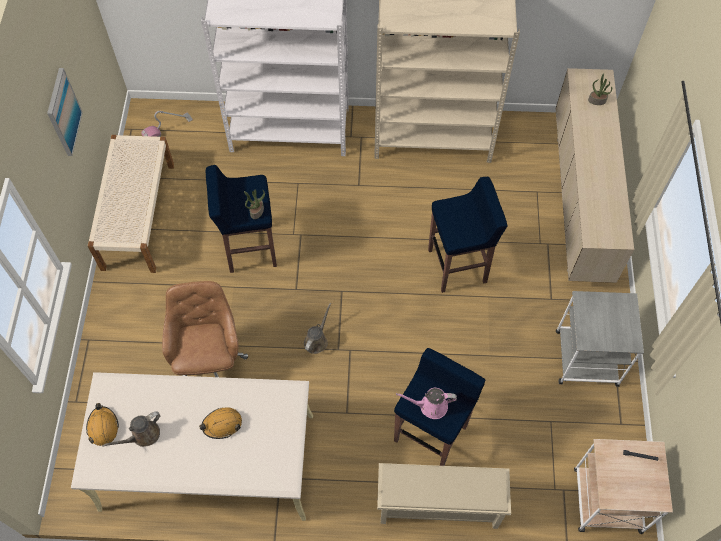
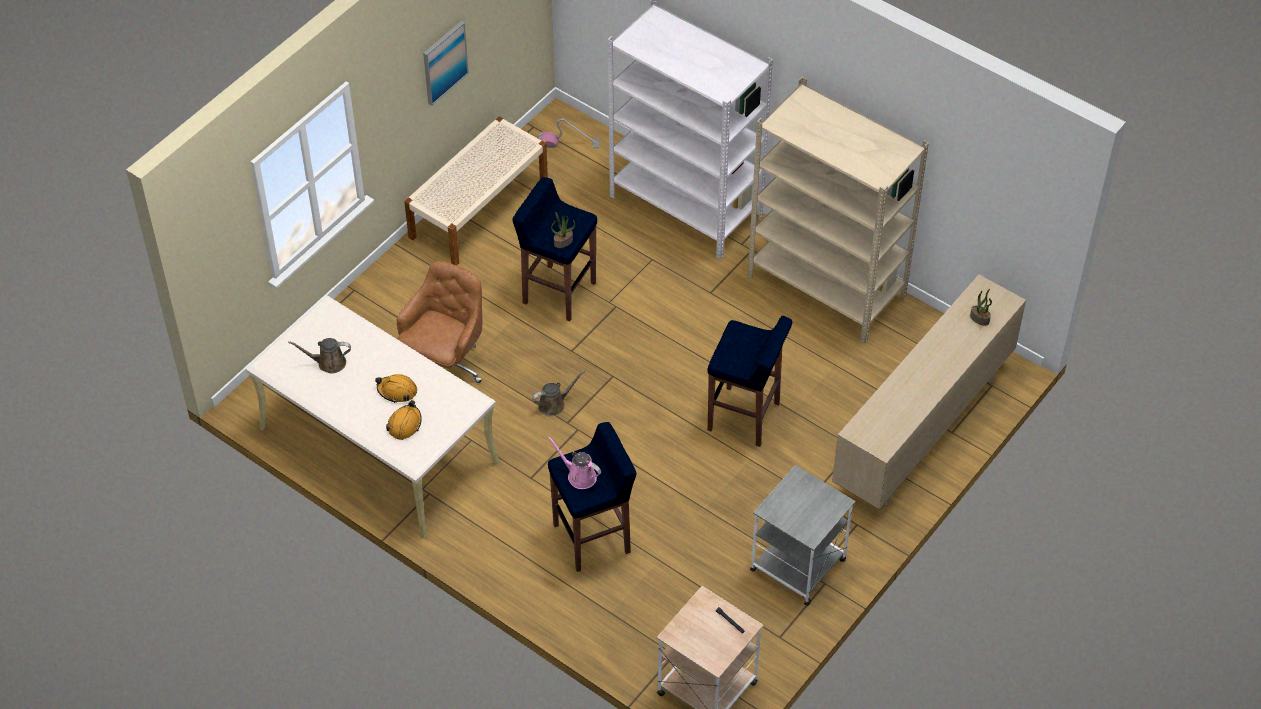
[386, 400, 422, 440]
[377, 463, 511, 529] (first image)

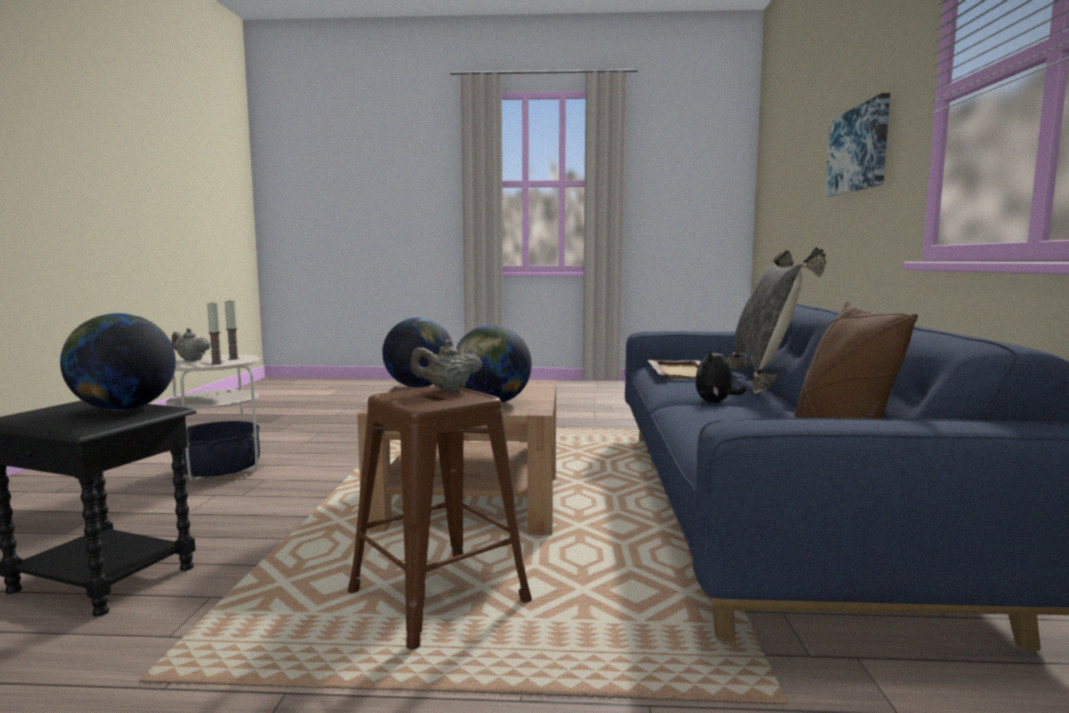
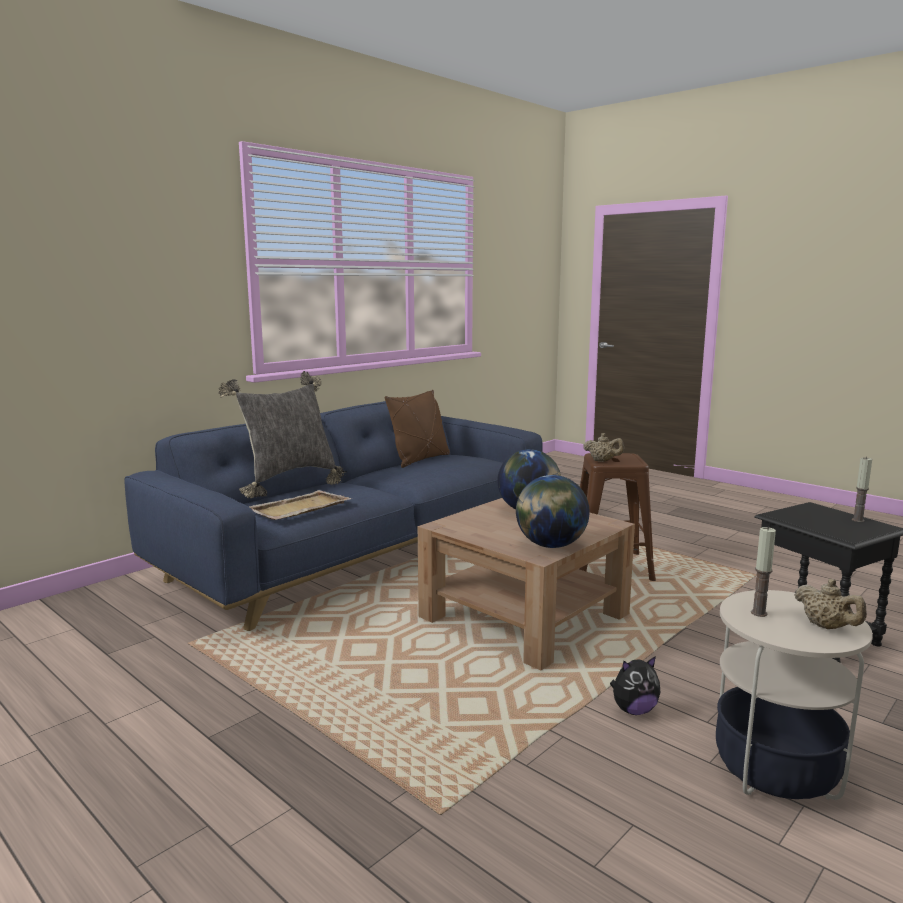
[825, 93, 890, 197] (first image)
[852, 457, 872, 522]
[60, 313, 176, 411] (first image)
[610, 656, 661, 715]

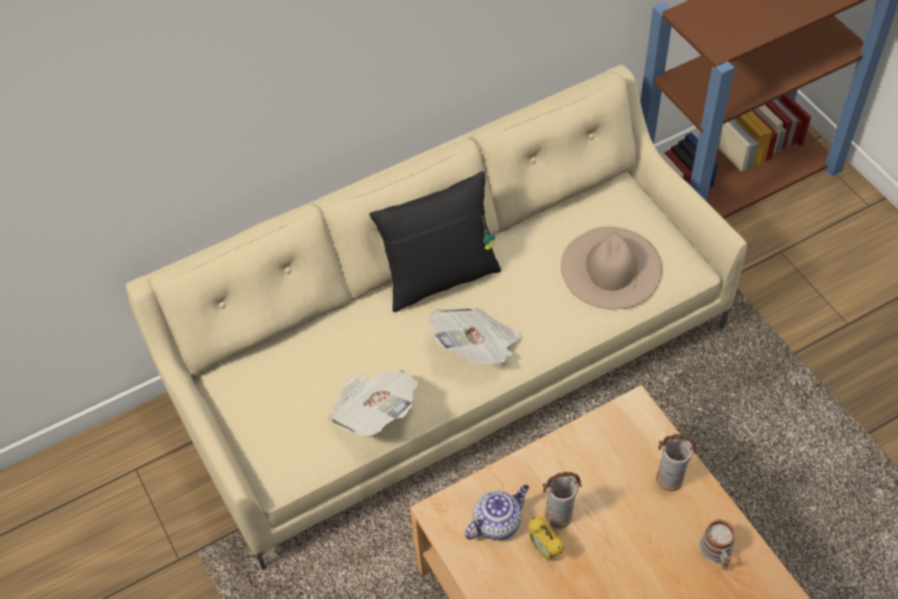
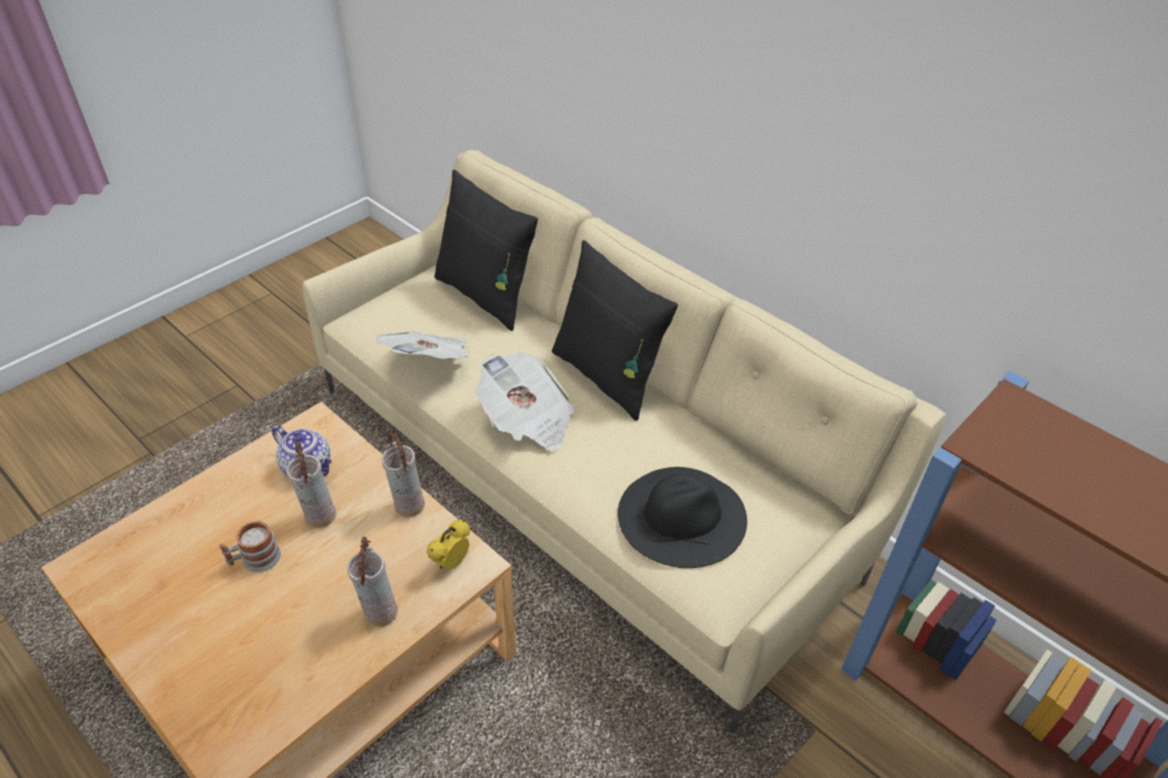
[618, 467, 747, 568]
[427, 520, 470, 571]
[219, 521, 281, 572]
[434, 170, 538, 331]
[381, 432, 425, 517]

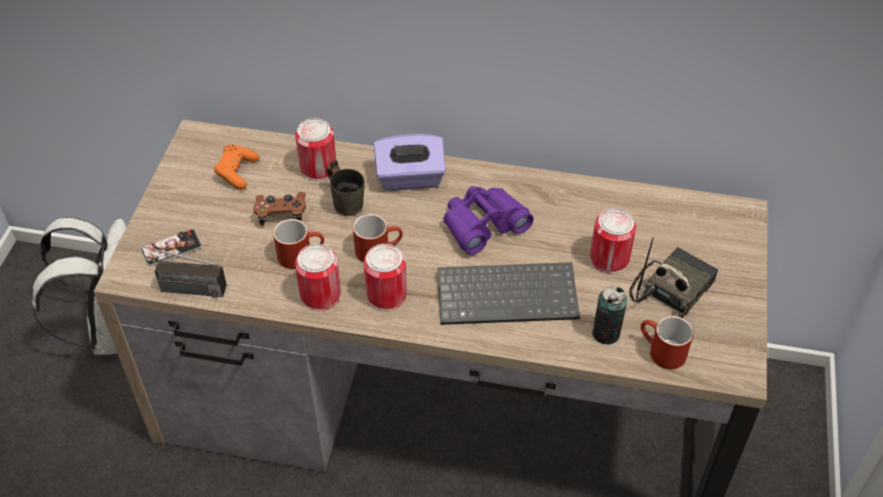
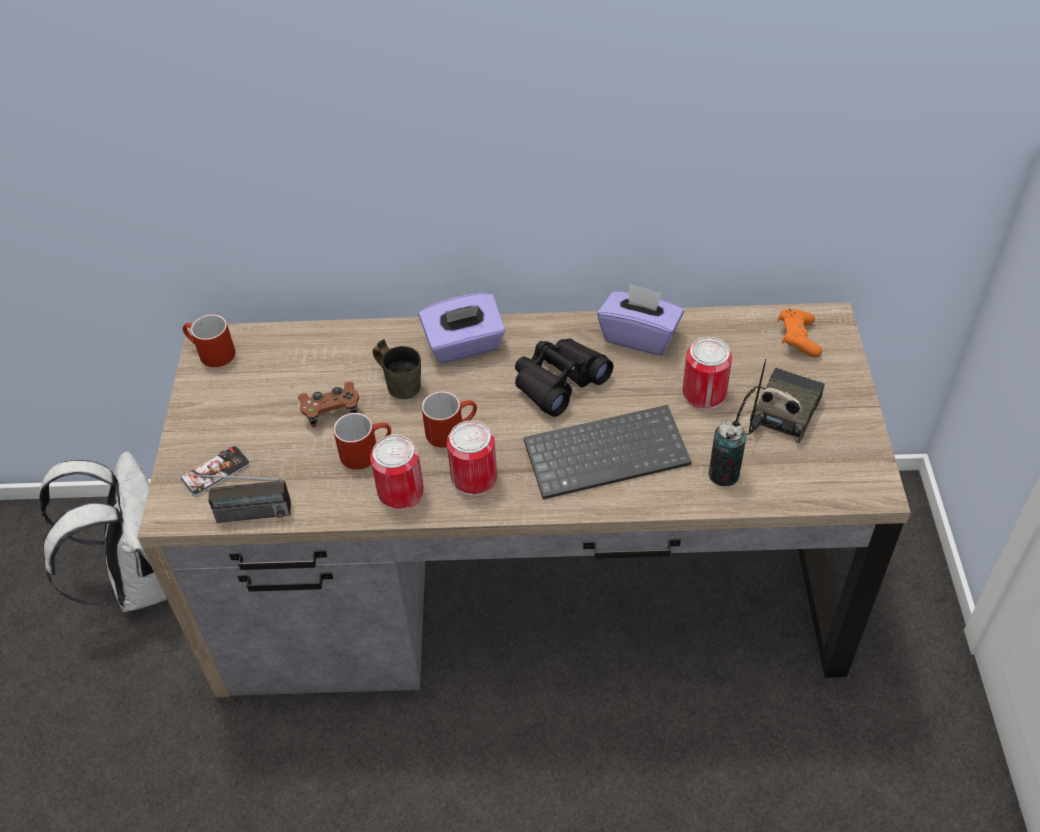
[295, 118, 336, 181] (first image)
[777, 309, 822, 357]
[515, 338, 613, 417]
[183, 314, 235, 367]
[597, 283, 684, 356]

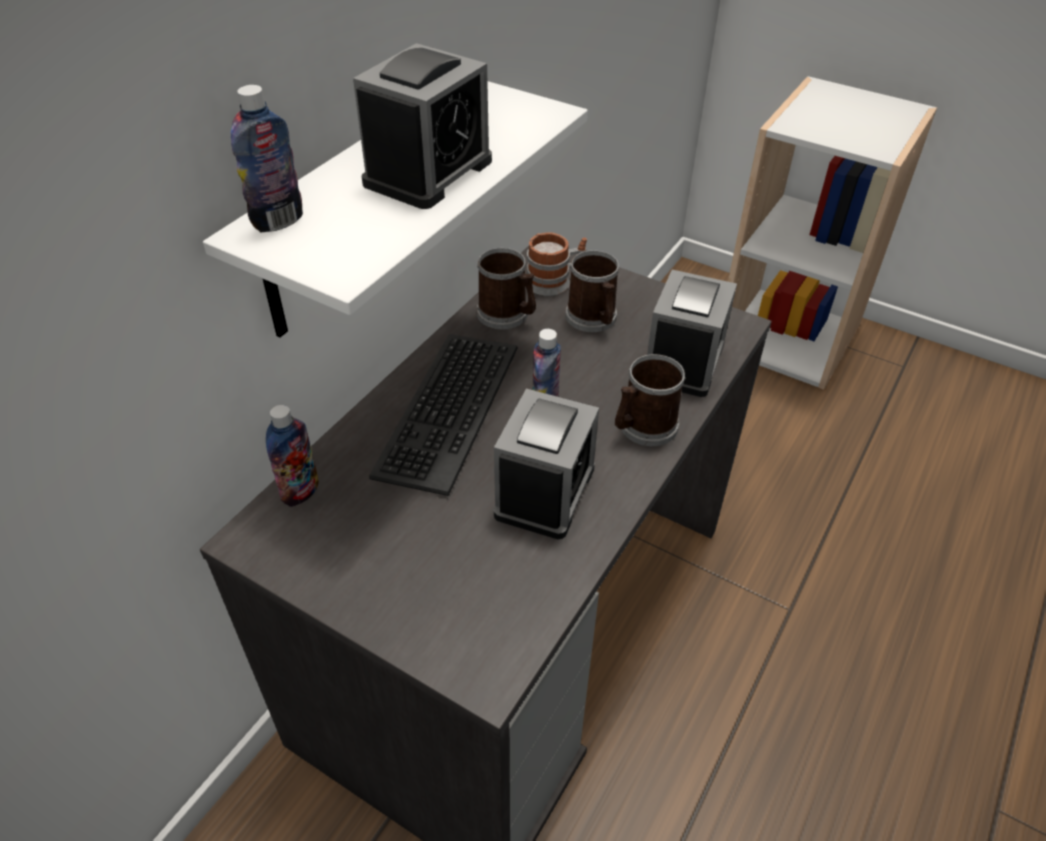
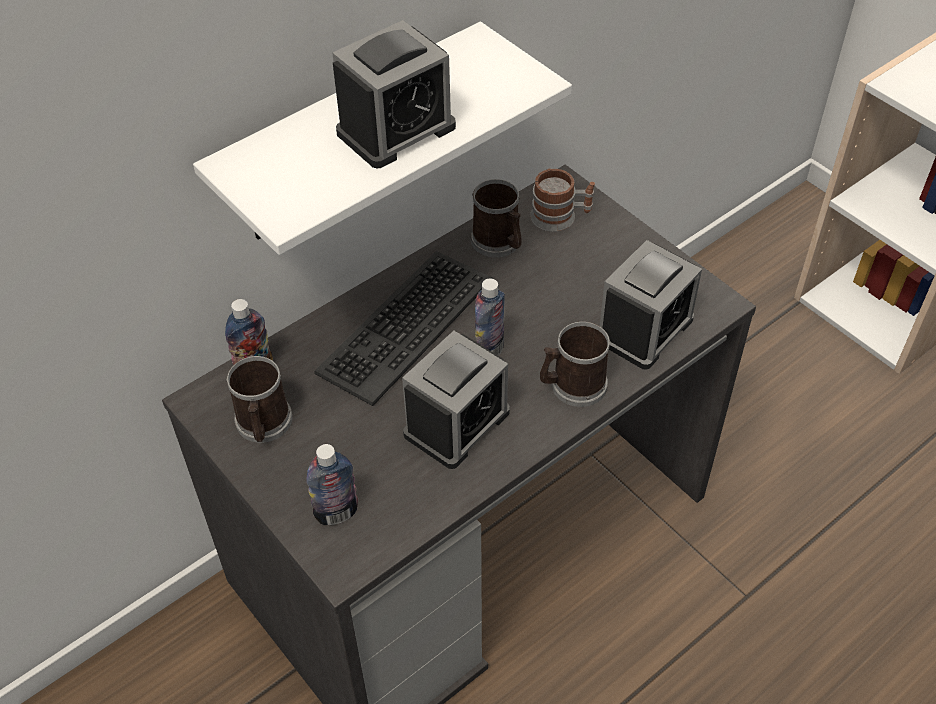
[306, 444, 358, 525]
[226, 356, 292, 443]

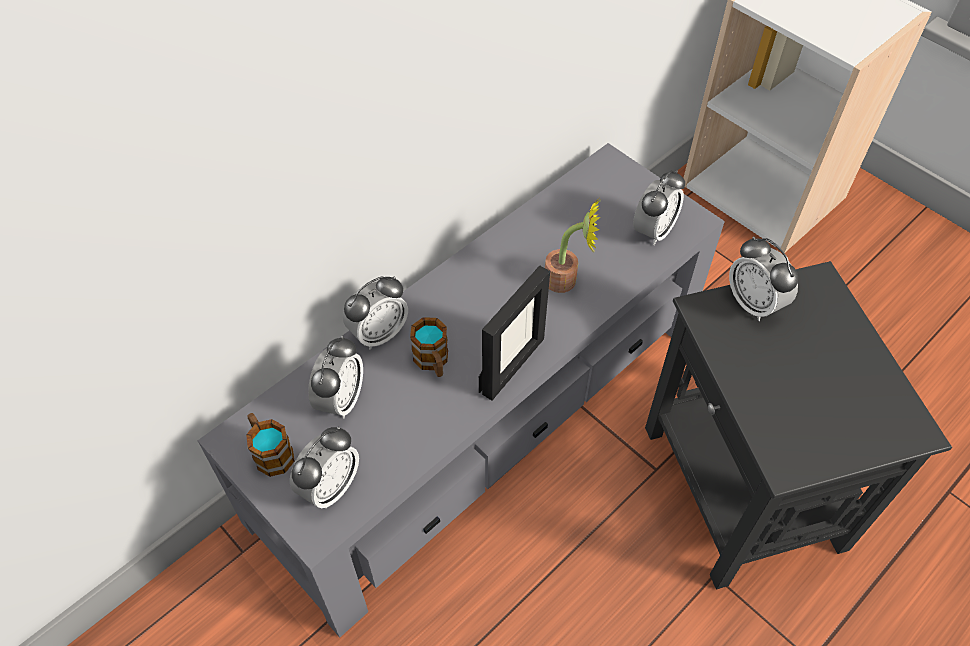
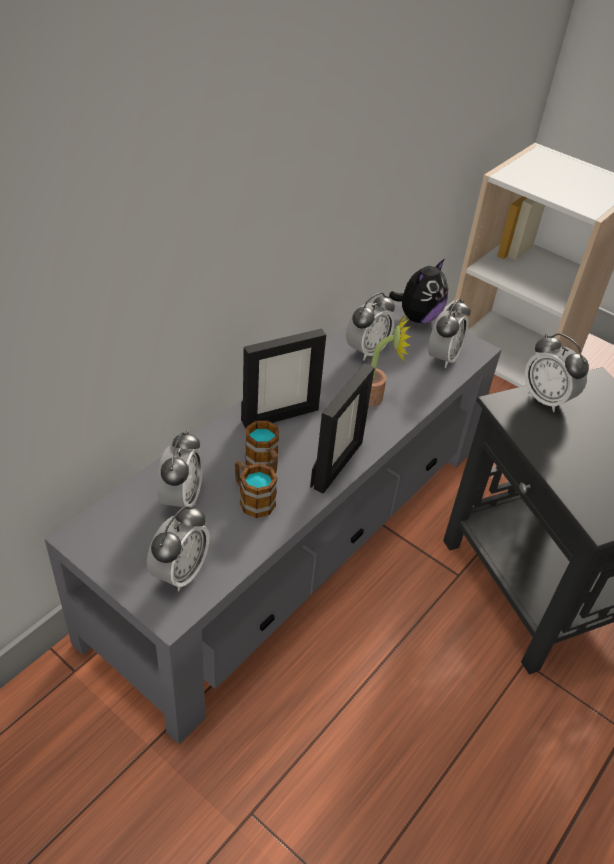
[346, 292, 395, 361]
[235, 461, 278, 518]
[389, 259, 448, 323]
[241, 329, 326, 428]

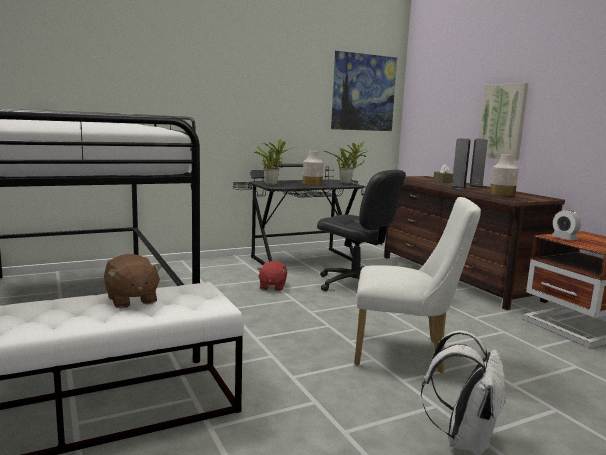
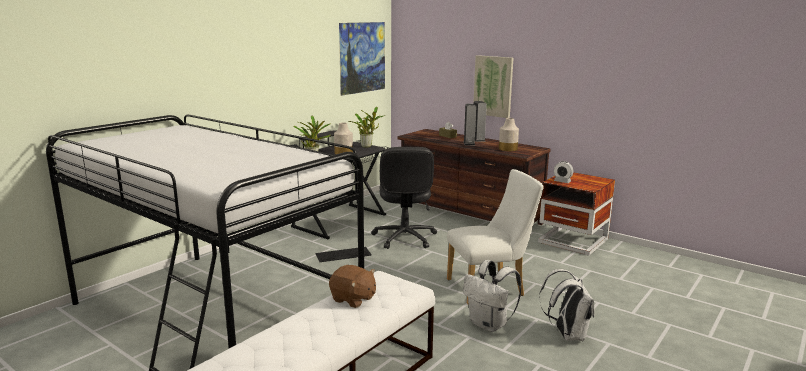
[371, 147, 437, 249]
[315, 247, 372, 262]
[463, 260, 521, 332]

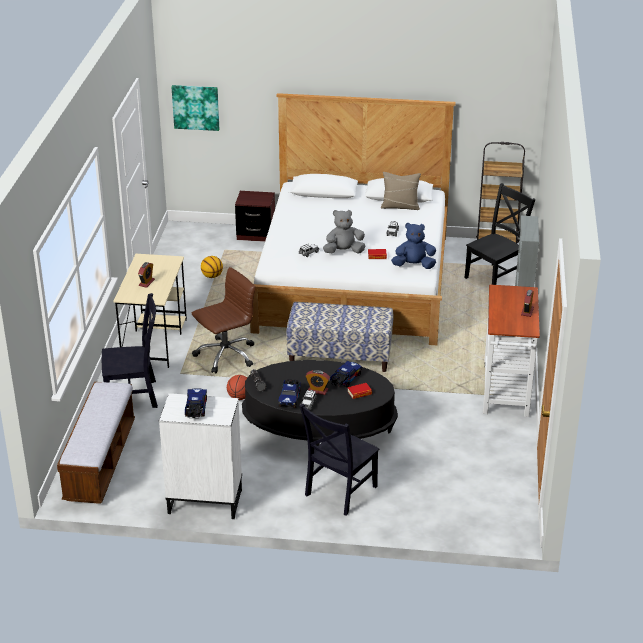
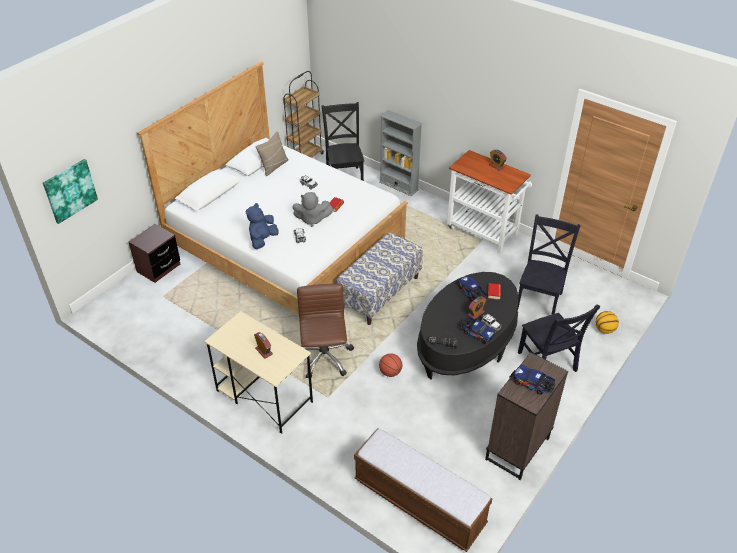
[292, 192, 333, 227]
[246, 203, 278, 249]
[596, 311, 619, 334]
[517, 214, 581, 315]
[485, 352, 568, 480]

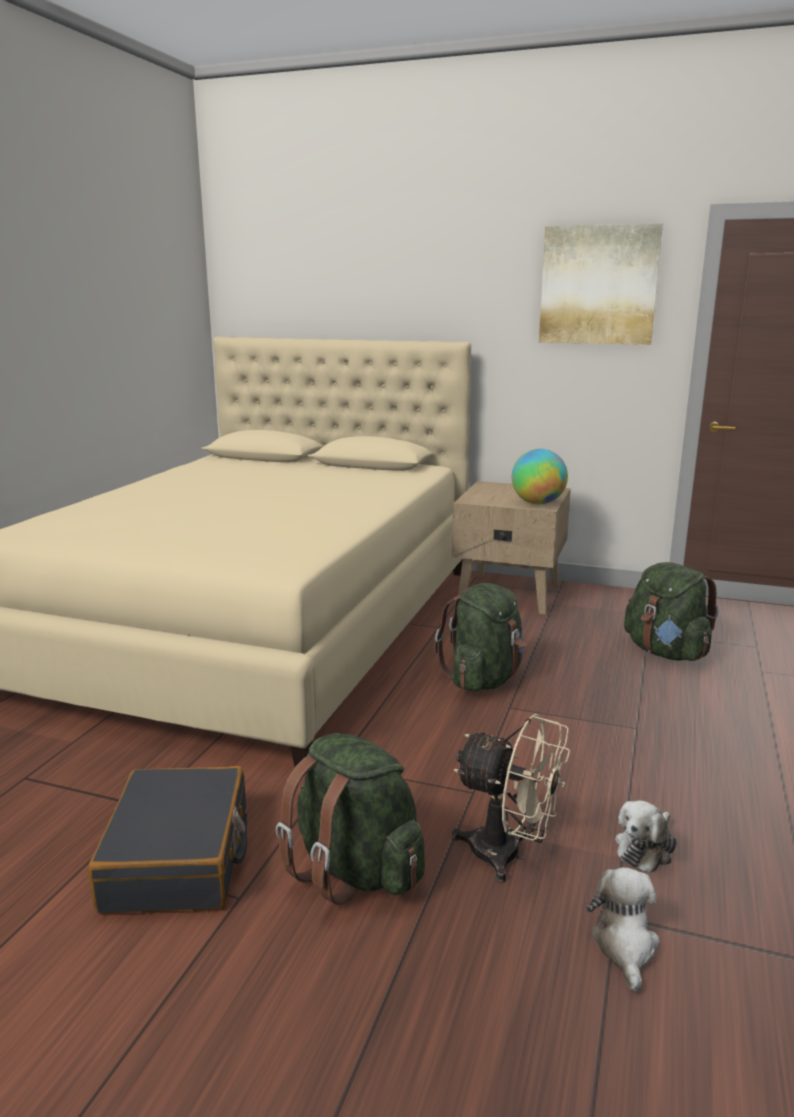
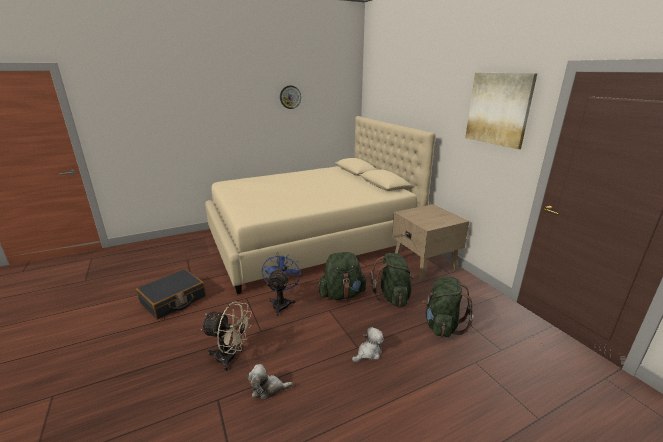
[512, 449, 568, 504] (first image)
[201, 301, 252, 371]
[371, 253, 415, 307]
[352, 327, 384, 362]
[280, 86, 301, 109]
[262, 252, 302, 316]

